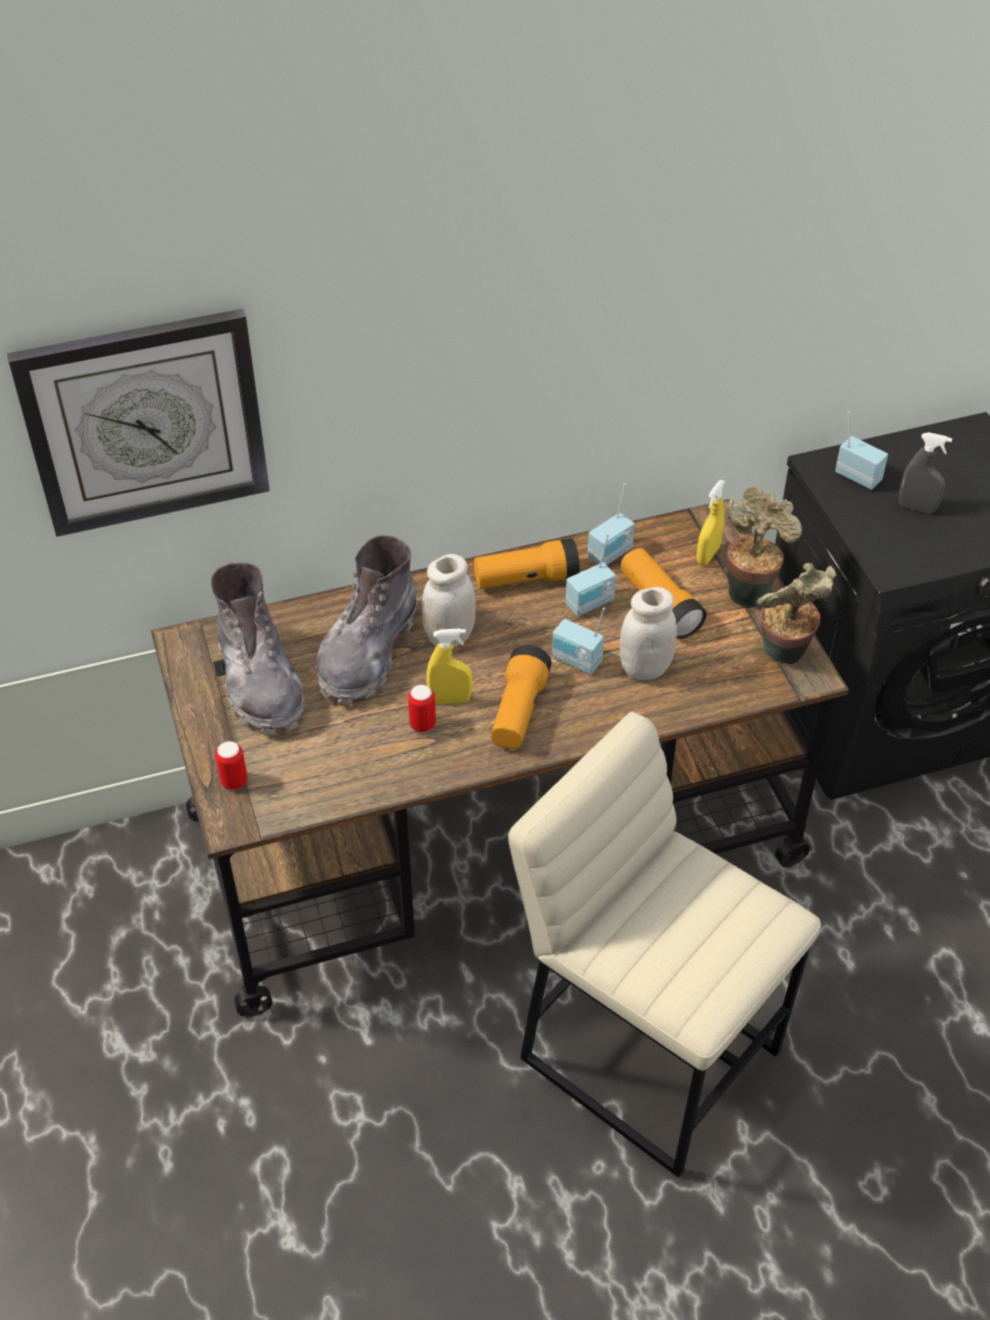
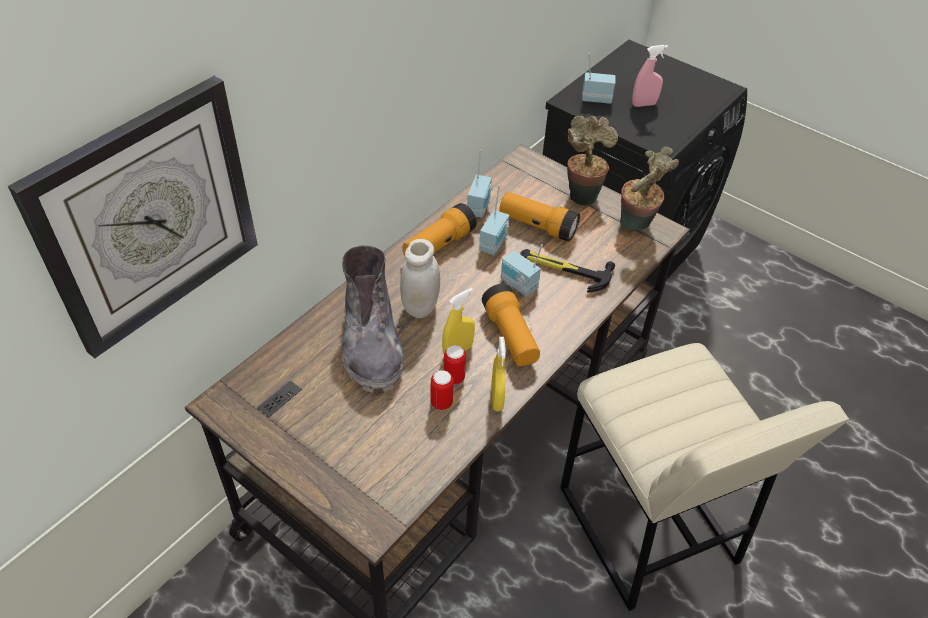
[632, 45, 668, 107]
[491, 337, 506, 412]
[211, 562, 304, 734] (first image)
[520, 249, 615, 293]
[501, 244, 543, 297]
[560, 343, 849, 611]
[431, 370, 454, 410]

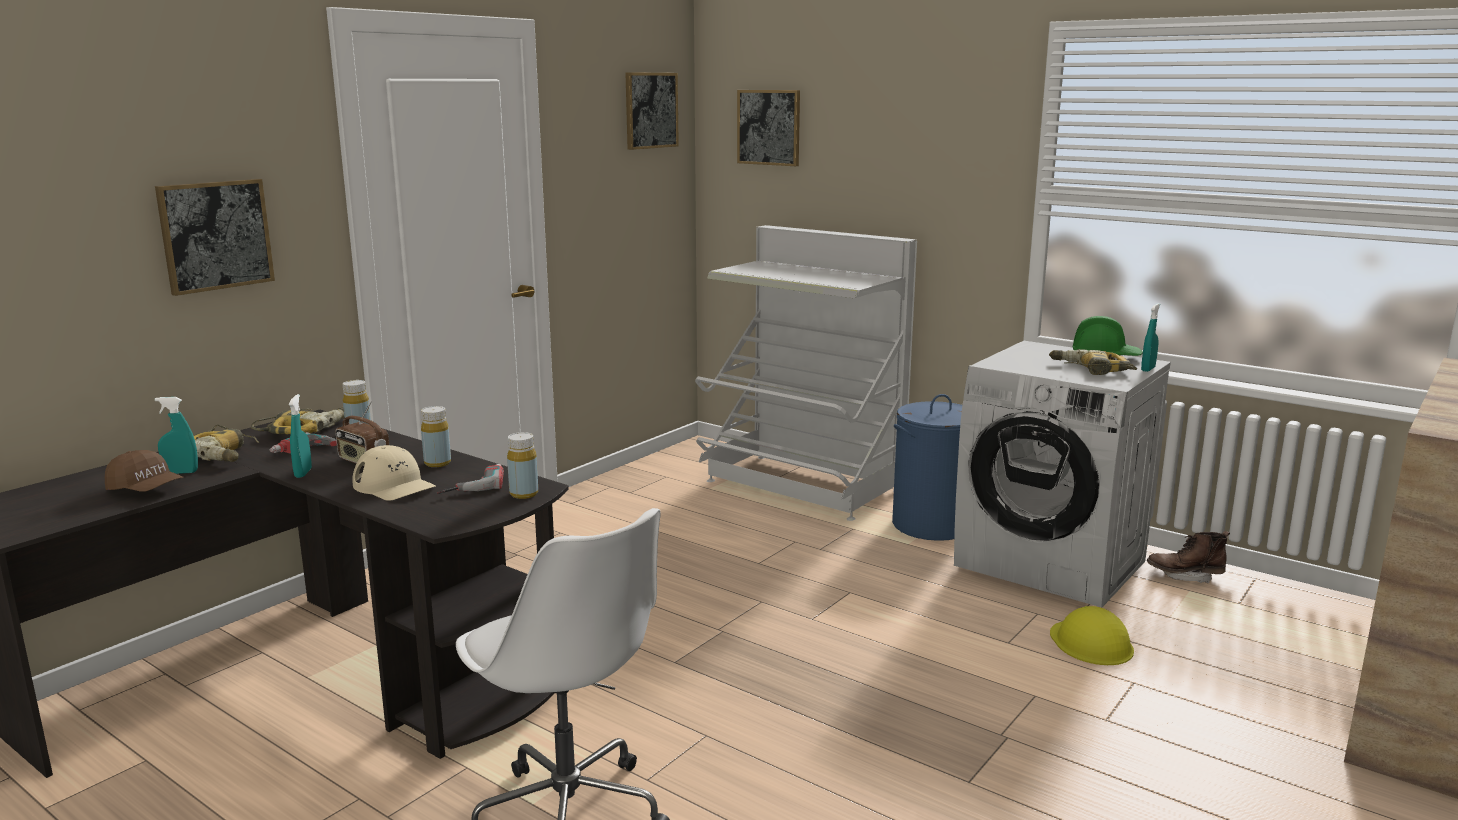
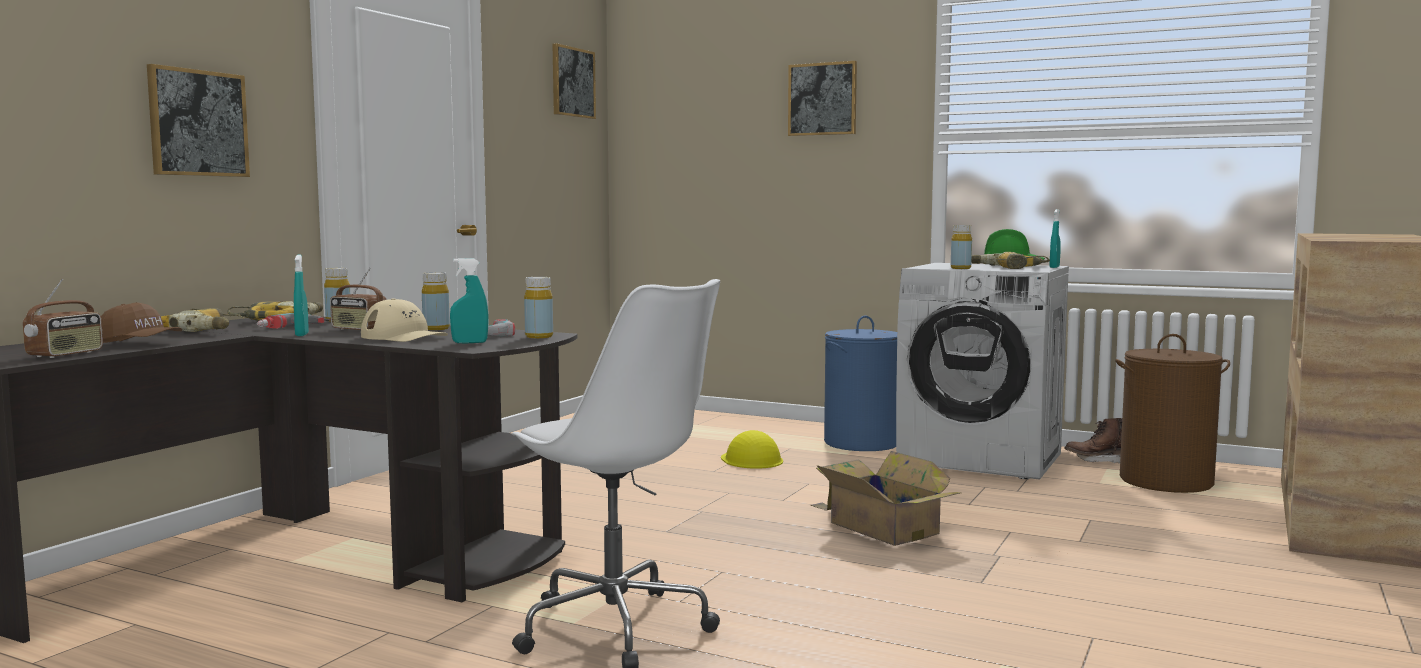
[788, 61, 857, 136]
[695, 225, 917, 521] (first image)
[450, 258, 489, 344]
[721, 430, 783, 469]
[951, 225, 972, 269]
[23, 279, 103, 358]
[1115, 334, 1230, 493]
[811, 451, 961, 546]

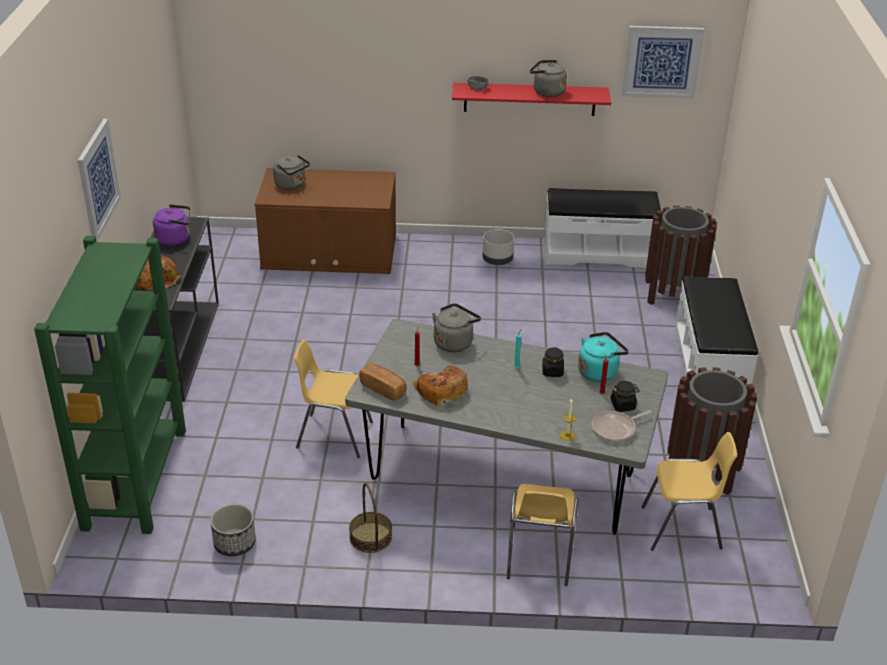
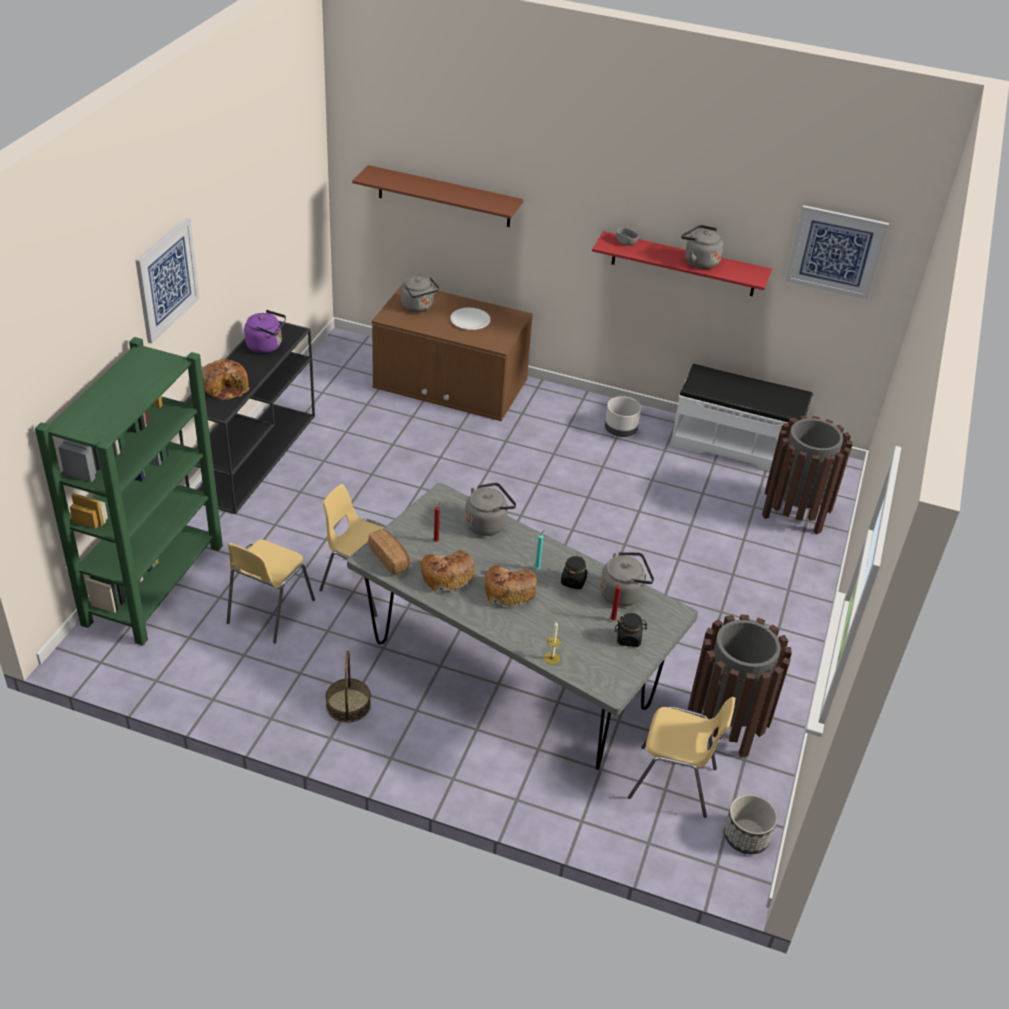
[674, 277, 758, 386] (first image)
[600, 552, 654, 607]
[592, 410, 651, 442] (first image)
[226, 540, 315, 643]
[724, 794, 777, 854]
[352, 165, 524, 227]
[450, 308, 491, 330]
[485, 565, 537, 607]

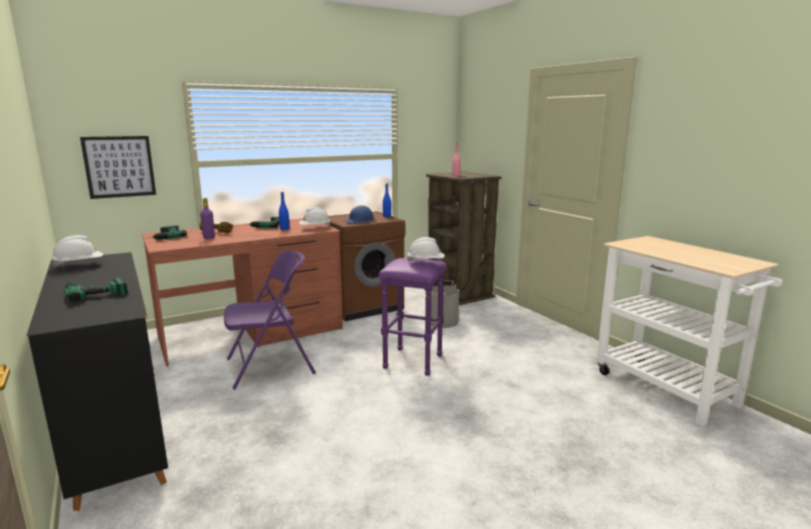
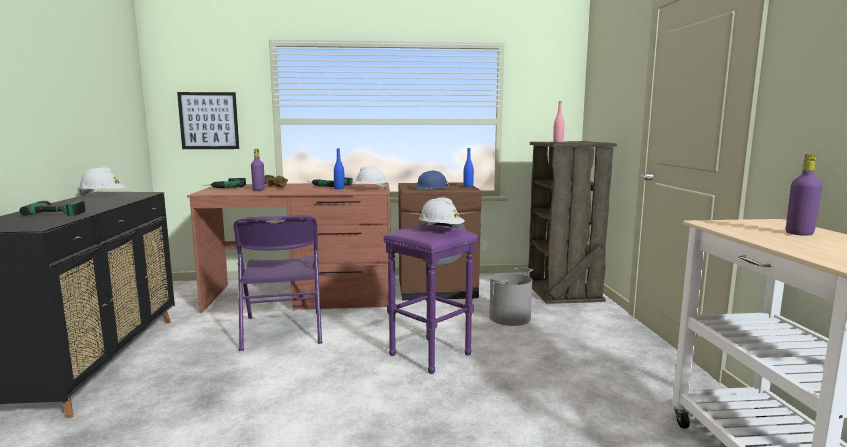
[234, 215, 322, 351]
[786, 154, 822, 236]

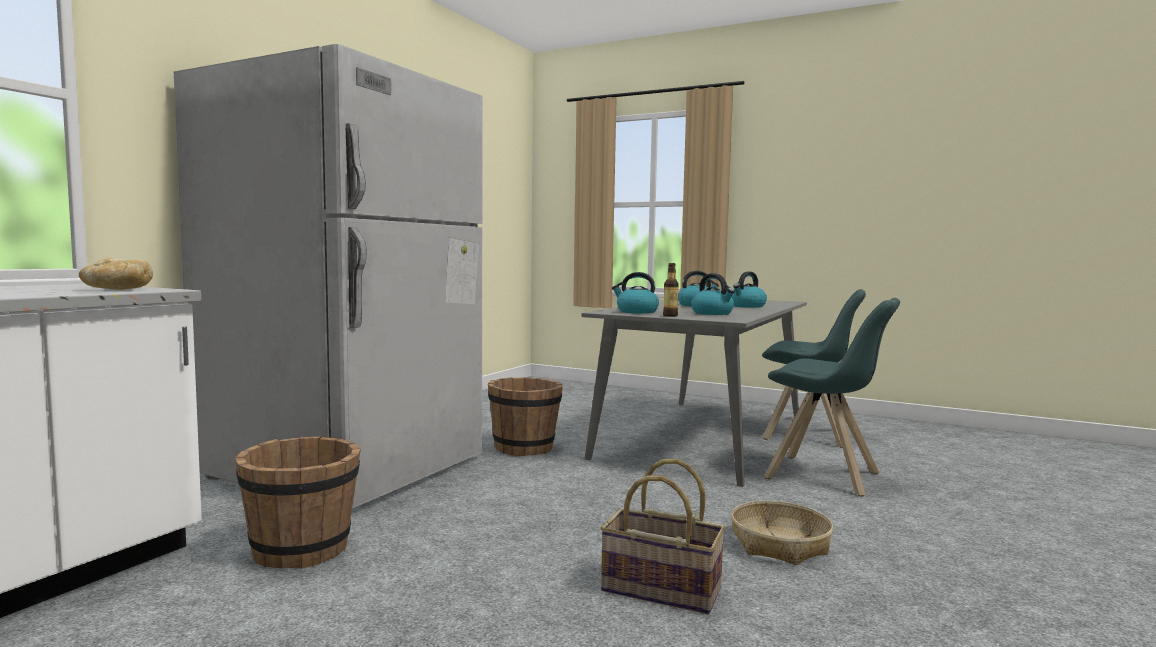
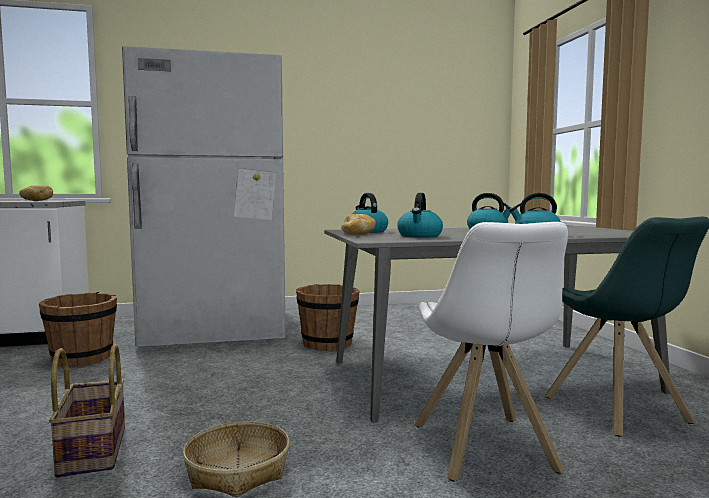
[341, 214, 376, 235]
[414, 222, 568, 481]

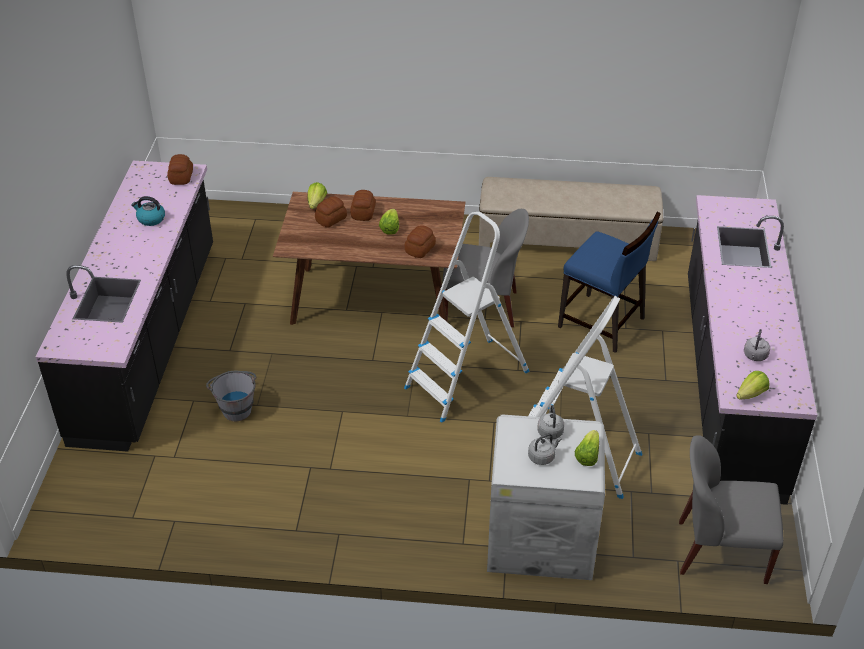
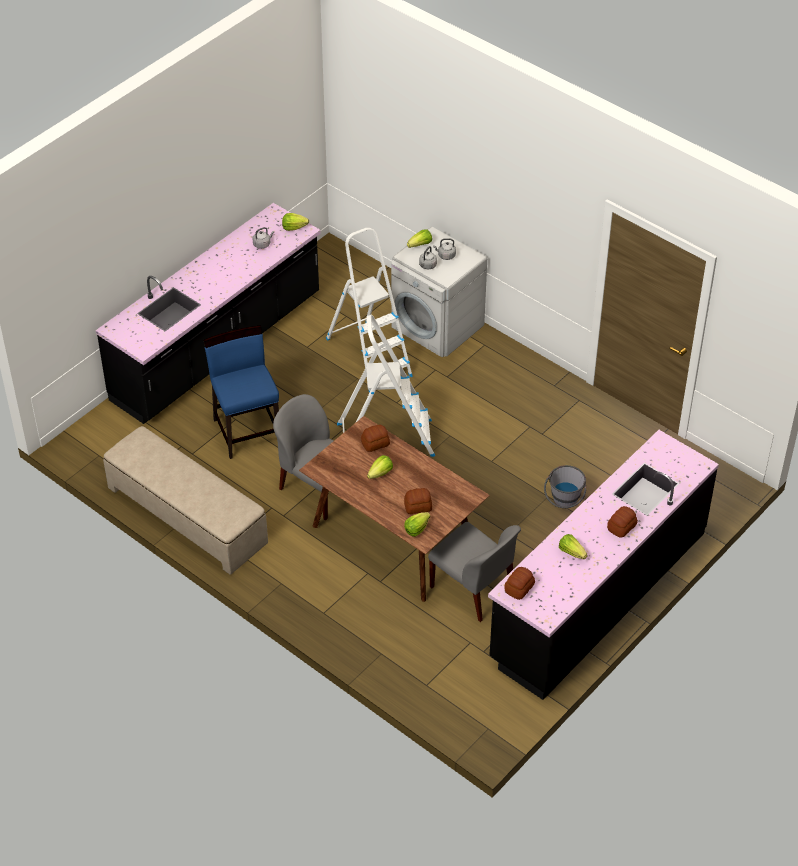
[607, 506, 638, 538]
[559, 534, 588, 560]
[428, 522, 521, 622]

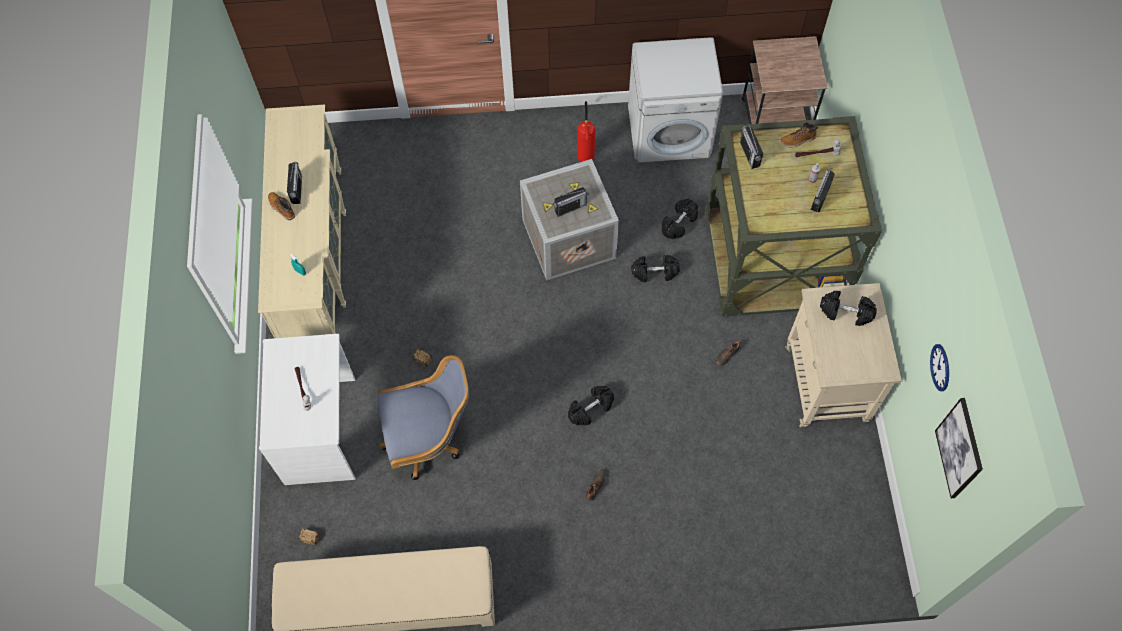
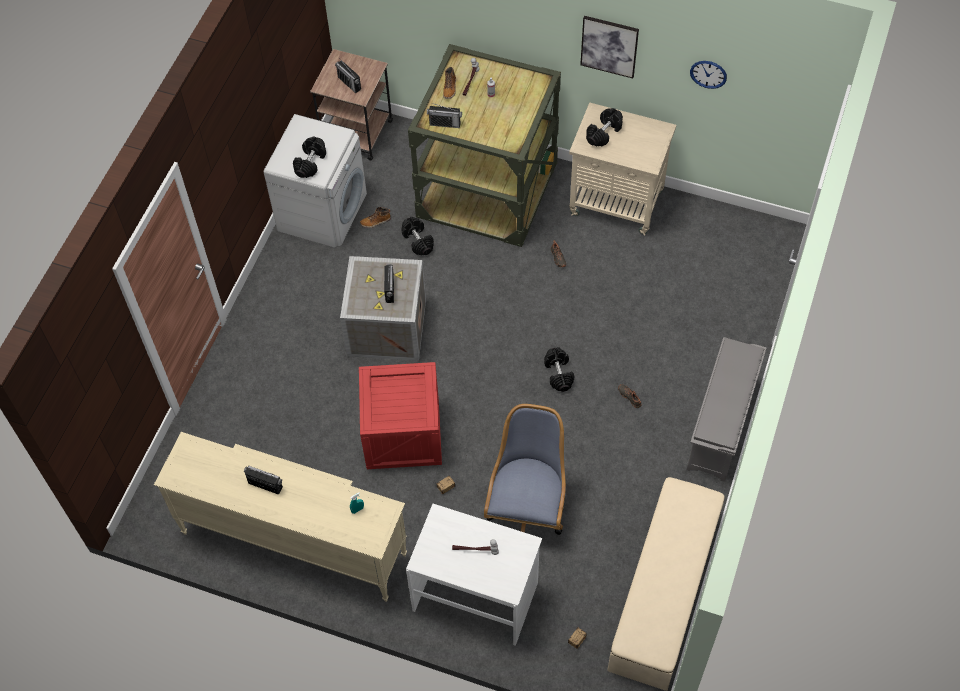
[577, 101, 595, 162] (first image)
[335, 58, 361, 93]
[360, 207, 391, 228]
[293, 136, 326, 178]
[580, 16, 639, 78]
[686, 337, 767, 482]
[359, 362, 442, 469]

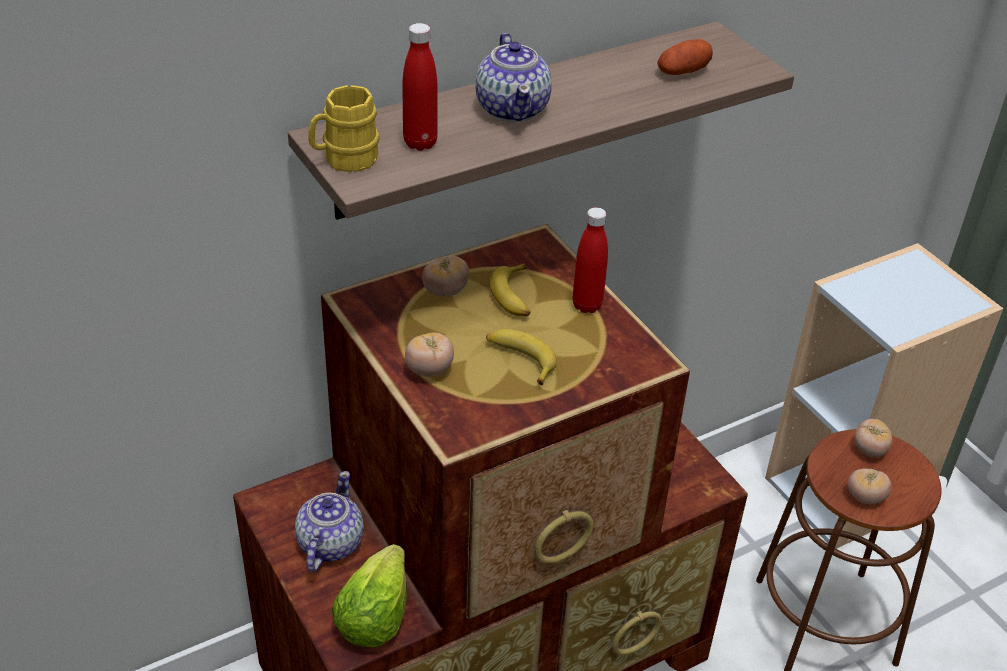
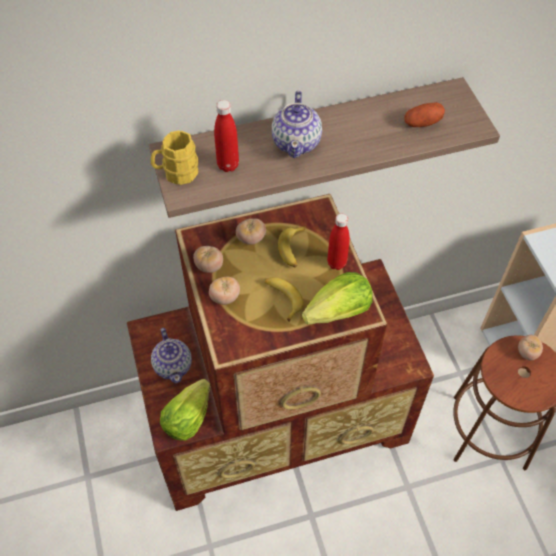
[193, 246, 223, 273]
[151, 328, 192, 384]
[302, 272, 372, 324]

